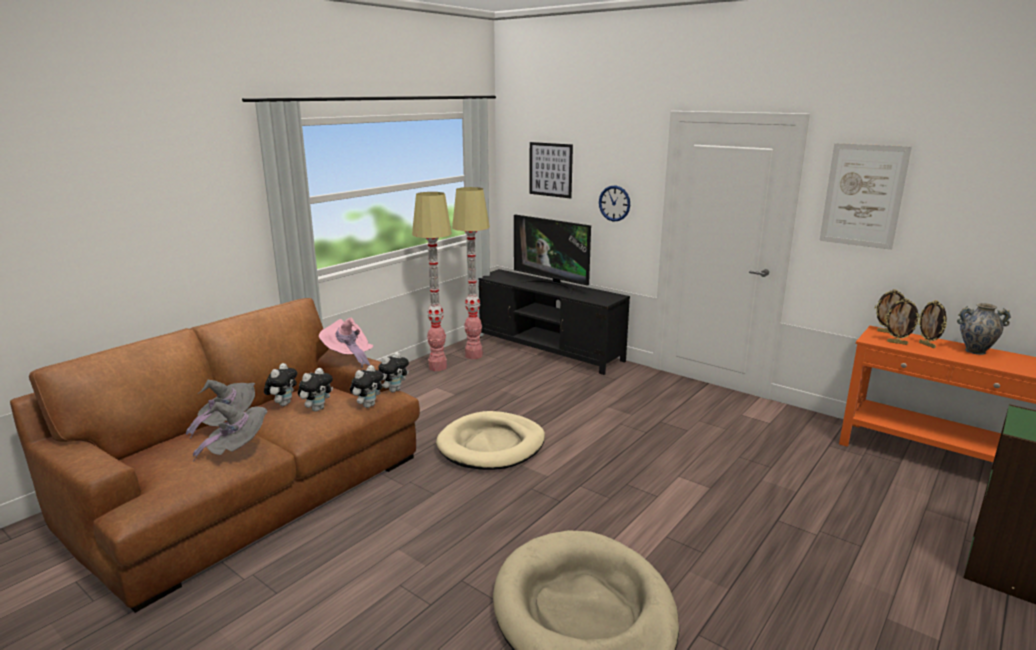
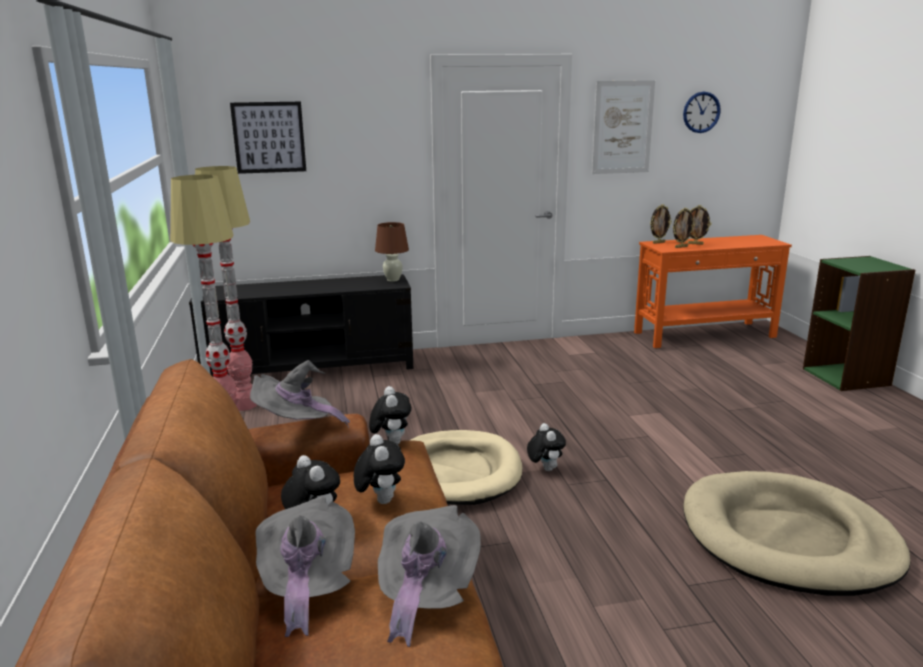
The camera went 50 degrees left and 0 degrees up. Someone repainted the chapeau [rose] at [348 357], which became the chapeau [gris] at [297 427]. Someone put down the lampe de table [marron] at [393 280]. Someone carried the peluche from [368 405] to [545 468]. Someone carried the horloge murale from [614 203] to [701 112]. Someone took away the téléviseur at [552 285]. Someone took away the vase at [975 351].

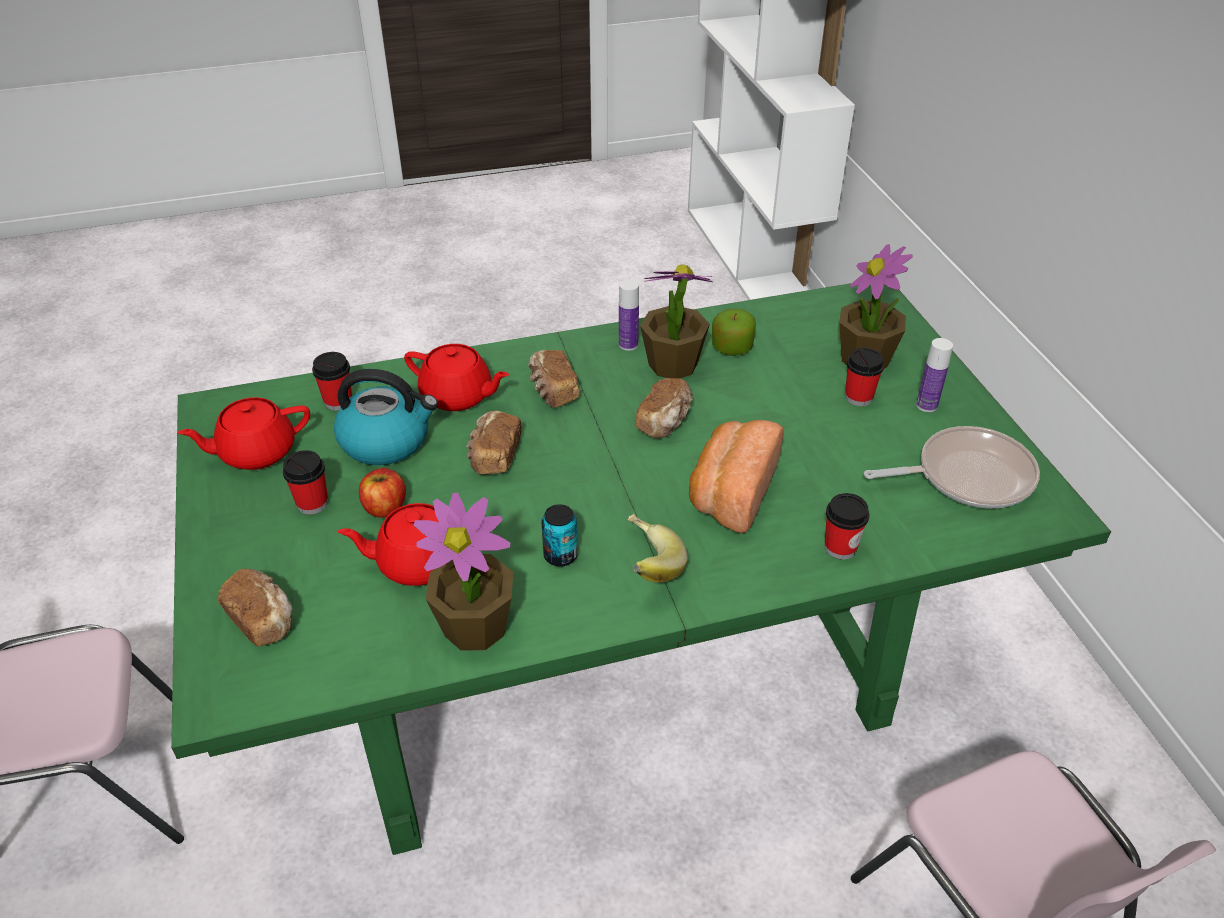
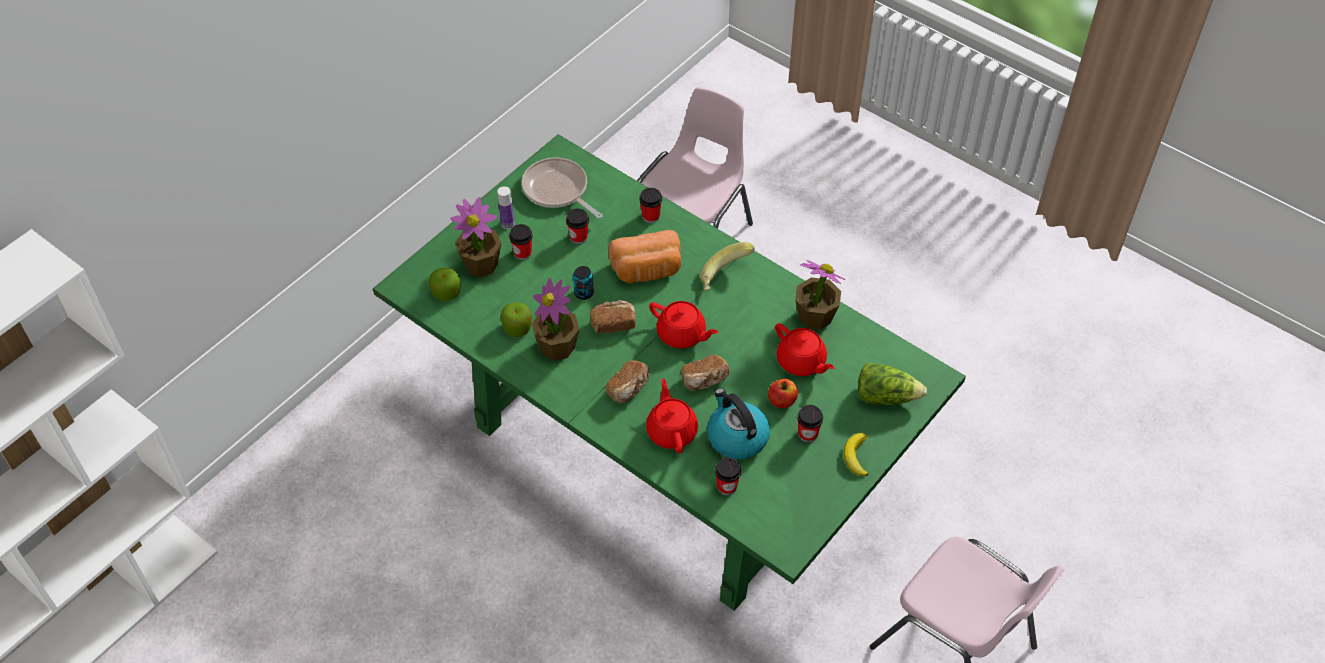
The camera went 125 degrees left and 10 degrees up. Someone put down the pomme at [446 292]. Someone put down the tasse at [578 237]. Someone carried the boîte métallique from [560 556] to [584 293]. Someone carried the théière [rouge] from [256 452] to [682 334]. Someone put down the banane at [856 456]. Someone swapped the pain at [263 619] for the laitue at [886 396]. Someone took away the bouteille at [628 344].

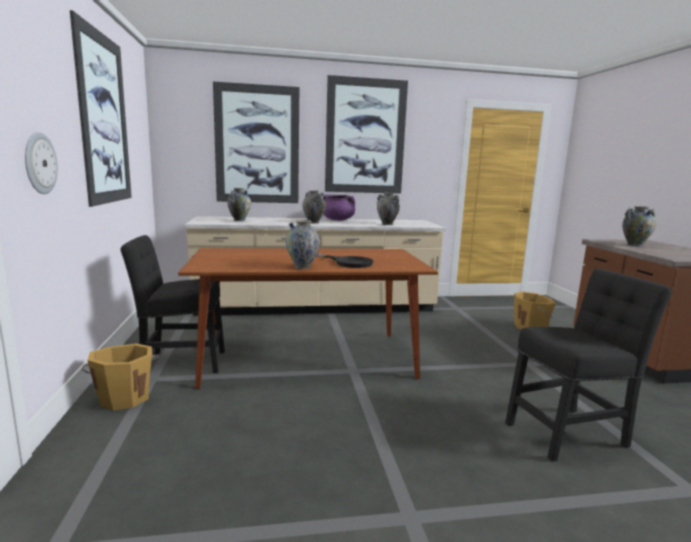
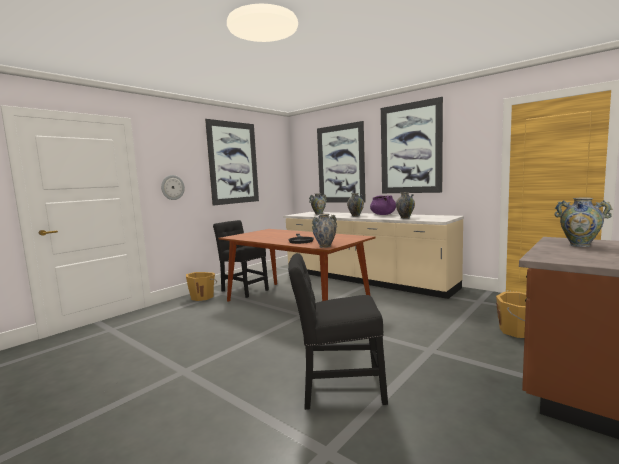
The camera went 50 degrees right and 5 degrees down. Someone rotated the chaise [noir] at [569 433] by 150 degrees clockwise. Someone carried the vase from [302 267] to [325 246].

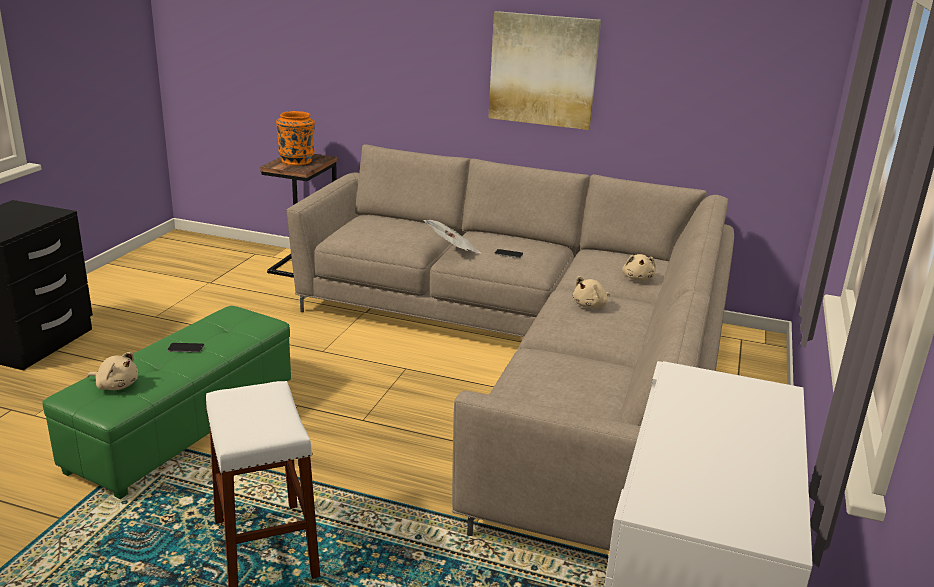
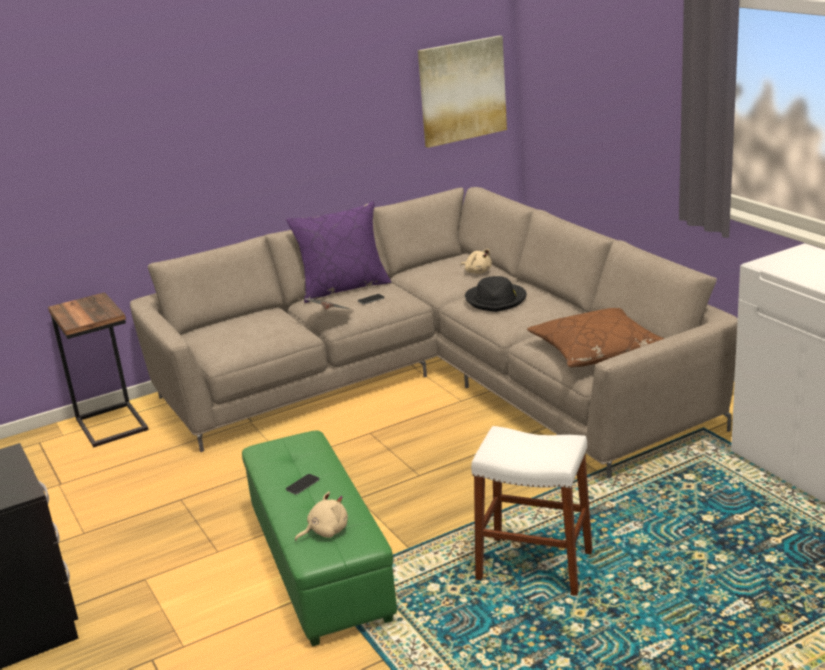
The camera went 45 degrees left and 0 degrees up. Someone put down the coussin [violet] at [344 288]. Someone carried the tableau from [543 70] to [462 91]. Someone swapped the peluche [beige] at [591 306] for the chapeau [noir] at [496 300]. Someone put down the coussin [marron] at [597 350]. Someone took away the vase [orange] at [296 161].

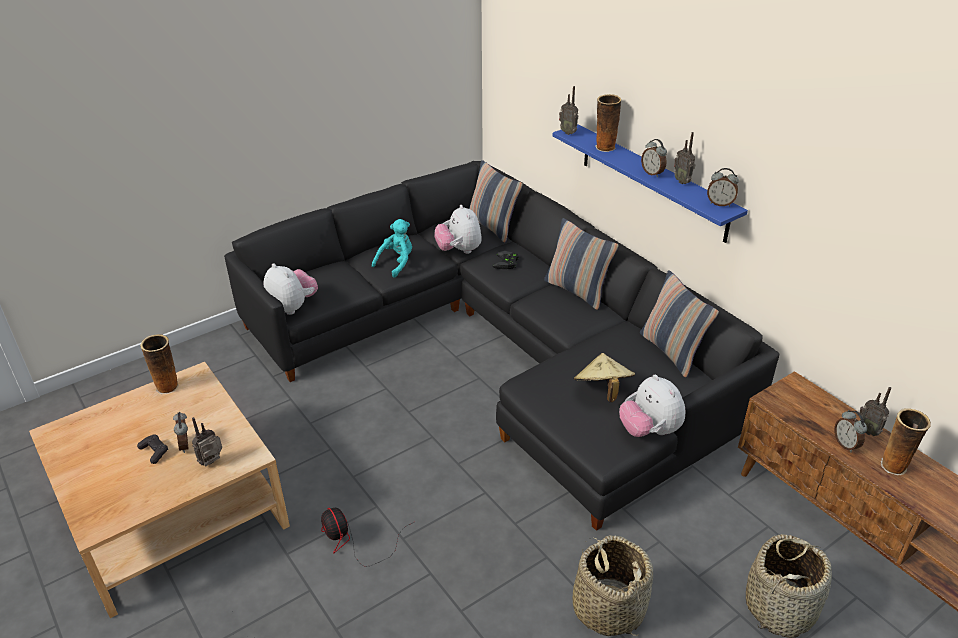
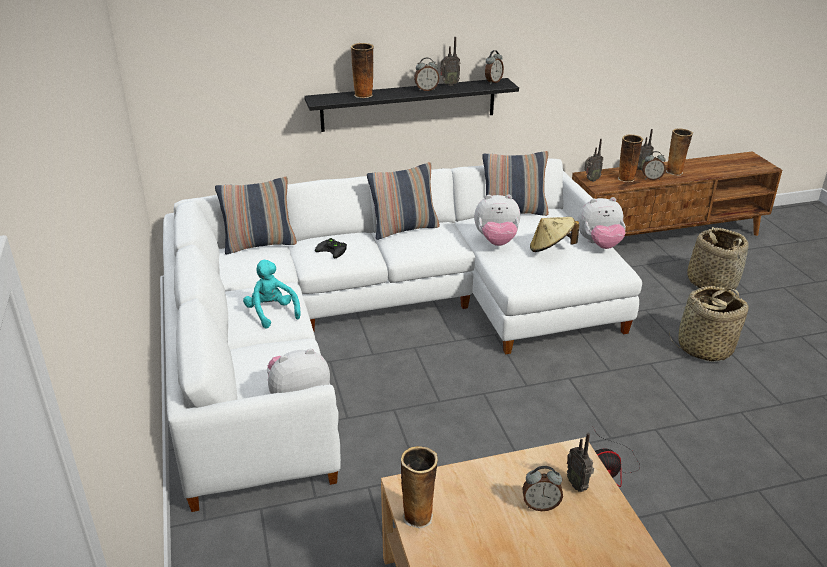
The camera went 70 degrees left and 5 degrees down. Someone repainted the canapé [noir] at [500 347], which became the canapé [blanc] at [377 325]. Someone repainted the étagère [bleu] at [652 182], which became the étagère [noir] at [409 104]. Someone carried the peluche from [459 250] to [496 241]. Someone carried the radio from [568 132] to [591 180]. Someone put down the vase at [626 179]. Someone took away the manette [noir] at [154 452].

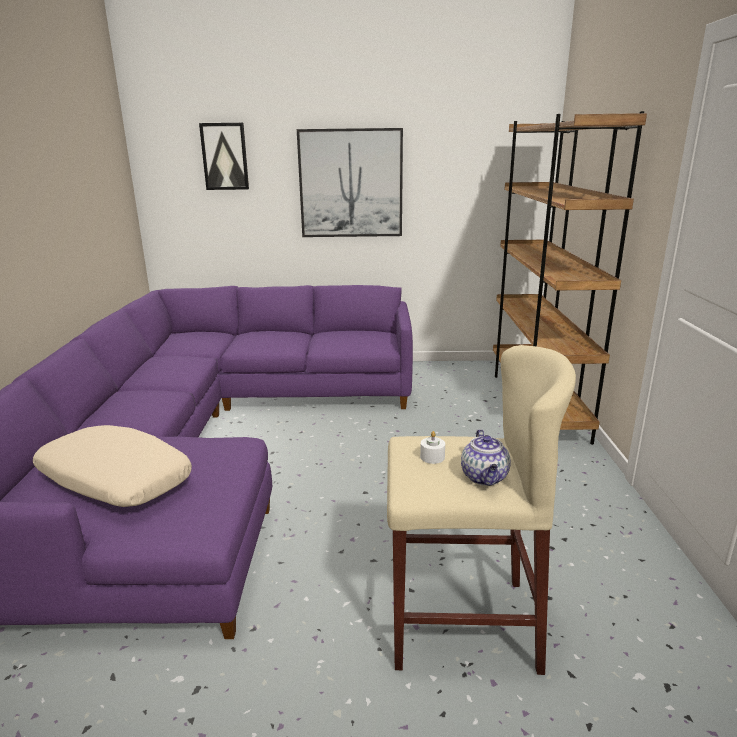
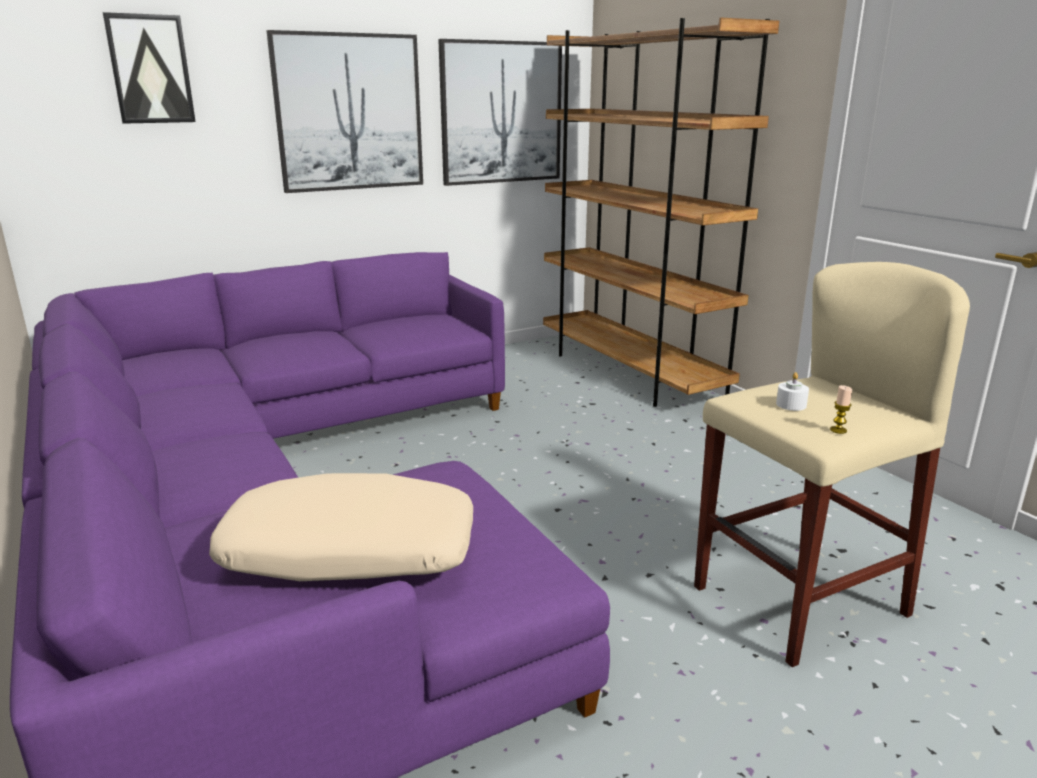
The camera went 30 degrees left and 0 degrees up. Someone put up the tableau at [501 113]. Someone put down the bougie at [838 430]. Someone took away the théière at [485 478].

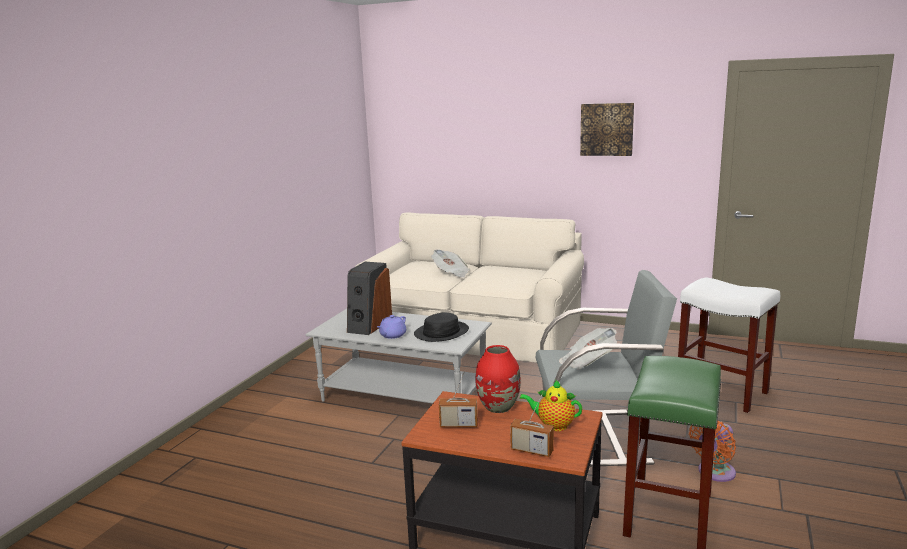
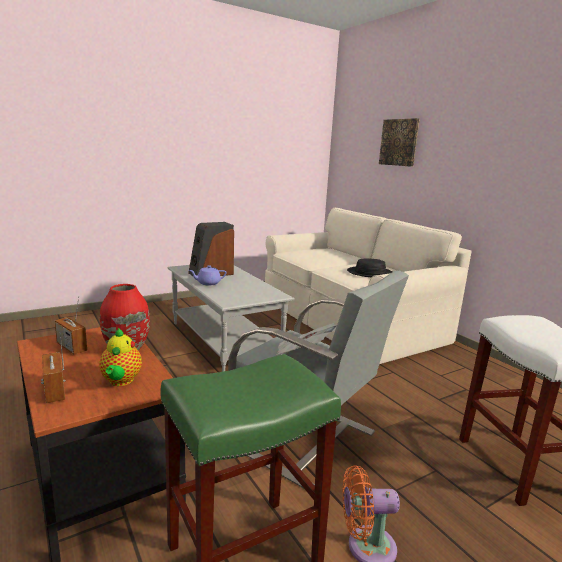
The camera went 35 degrees right and 0 degrees up. Someone rotated the théière at [553 425] by 150 degrees counterclockwise. Someone carried the chapeau [noir] from [441 332] to [370 273]. Someone carried the tableau from [607 129] to [399 142]. Someone took away the journal at [451 273].

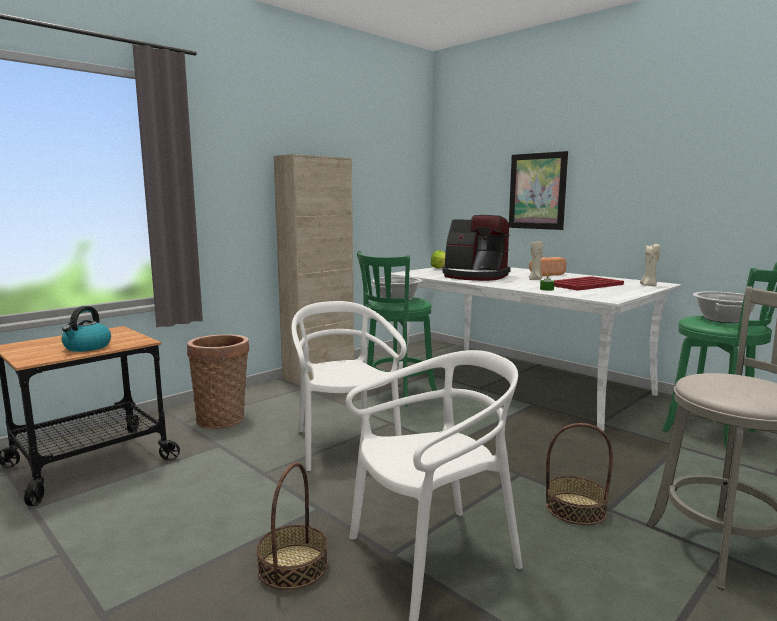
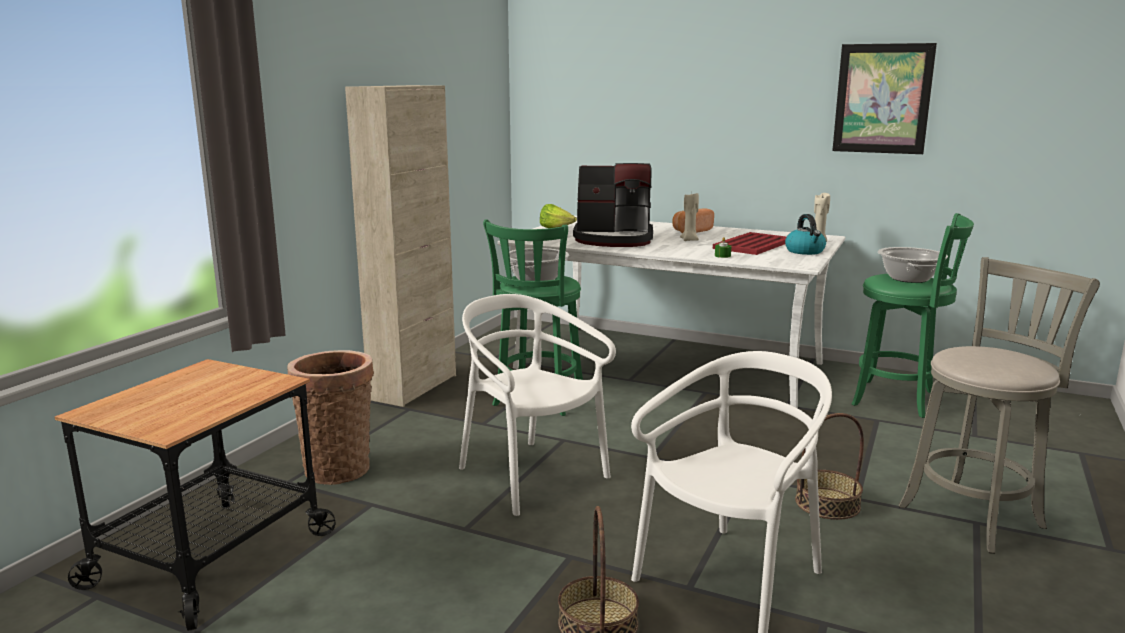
The camera went 20 degrees left and 5 degrees up. Someone carried the bouilloire from [87 347] to [805 251]. Someone carried the tableau from [537 191] to [882 99].

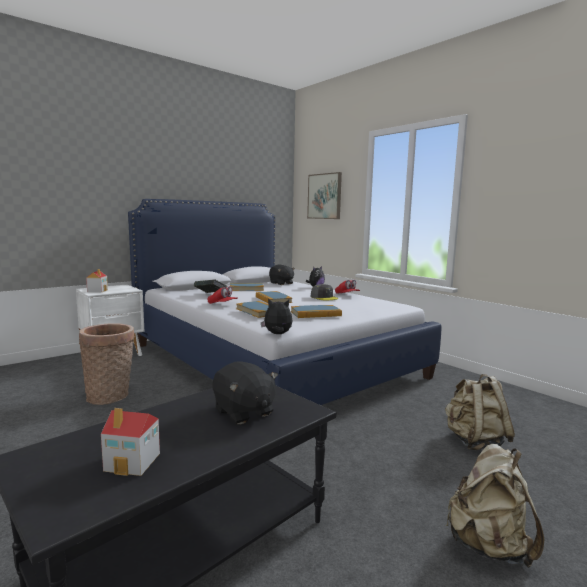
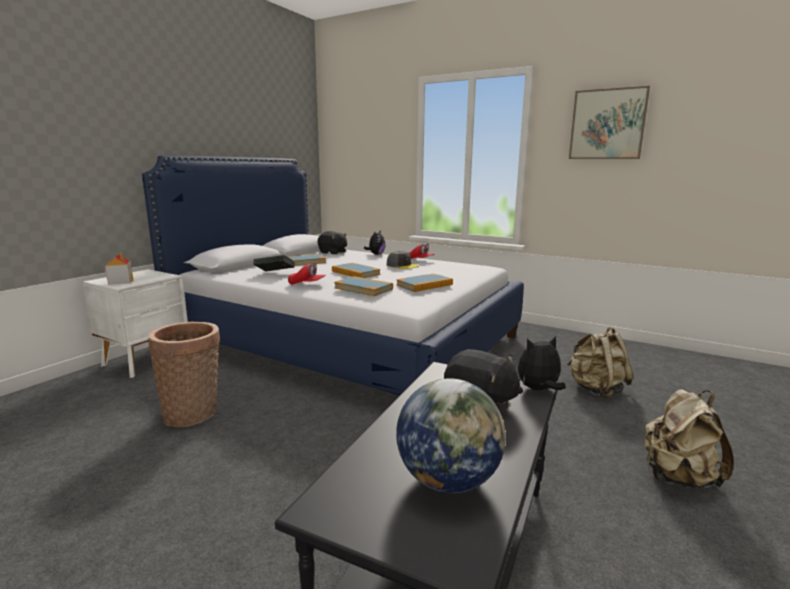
The camera went 20 degrees left and 5 degrees up. Someone swapped the maison miniature at [133 462] for the globe at [448 480]. Someone carried the peluche from [277 334] to [538 390]. Someone carried the tableau from [324 196] to [607 124].

